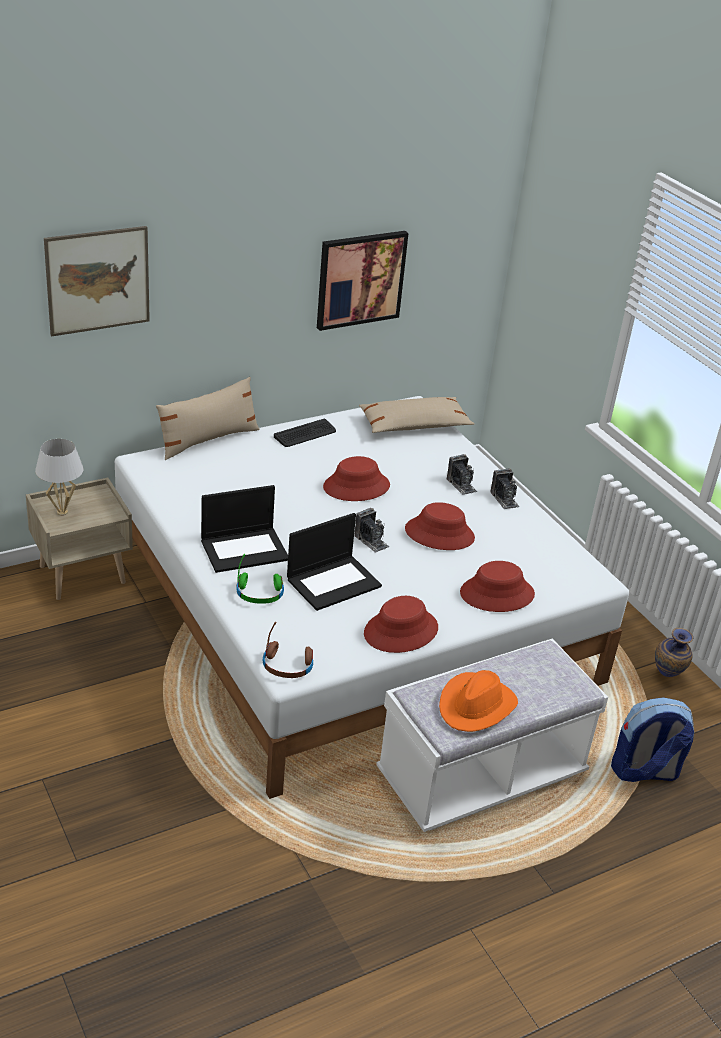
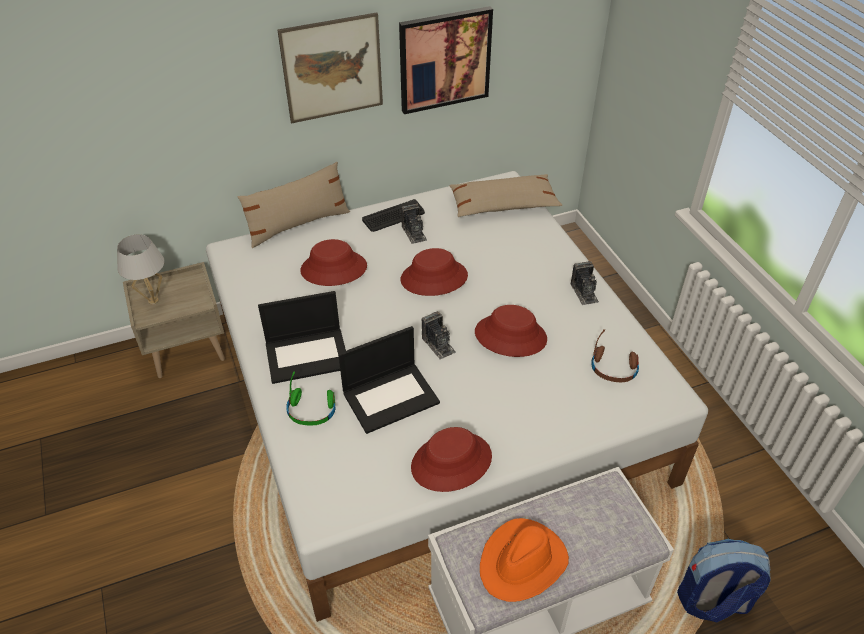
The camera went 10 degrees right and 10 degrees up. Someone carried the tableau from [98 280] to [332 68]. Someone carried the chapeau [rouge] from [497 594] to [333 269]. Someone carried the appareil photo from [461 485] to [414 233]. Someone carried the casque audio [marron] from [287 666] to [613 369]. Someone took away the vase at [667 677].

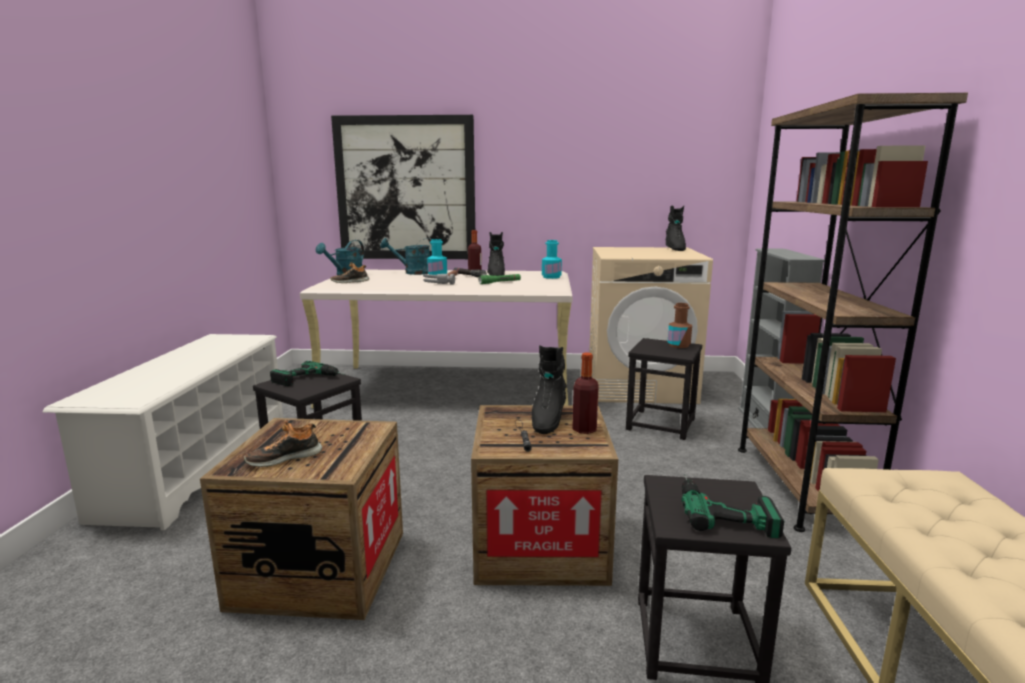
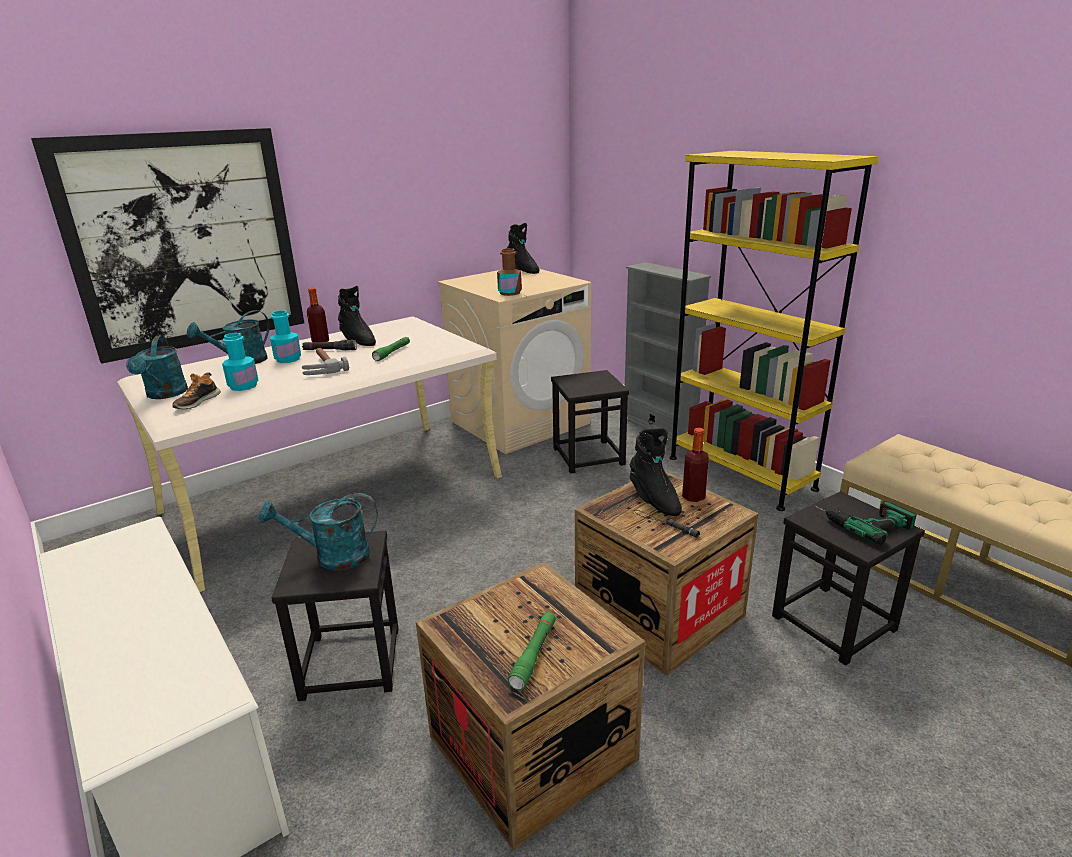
The camera went 40 degrees left and 10 degrees up. Someone carried the bouteille [turquoise] from [551 277] to [243 386]. Someone swapped the perceuse at [310 380] for the arrosoir [turquoise] at [332 557]. Someone carried the bouteille [marron] from [678 345] to [510 293]. Someone swapped the chaussure at [284 458] for the lampe de poche [vert] at [534 655]. Someone repainted the bibliothèque [marron] at [800 485], which became the bibliothèque [jaune] at [740 473].

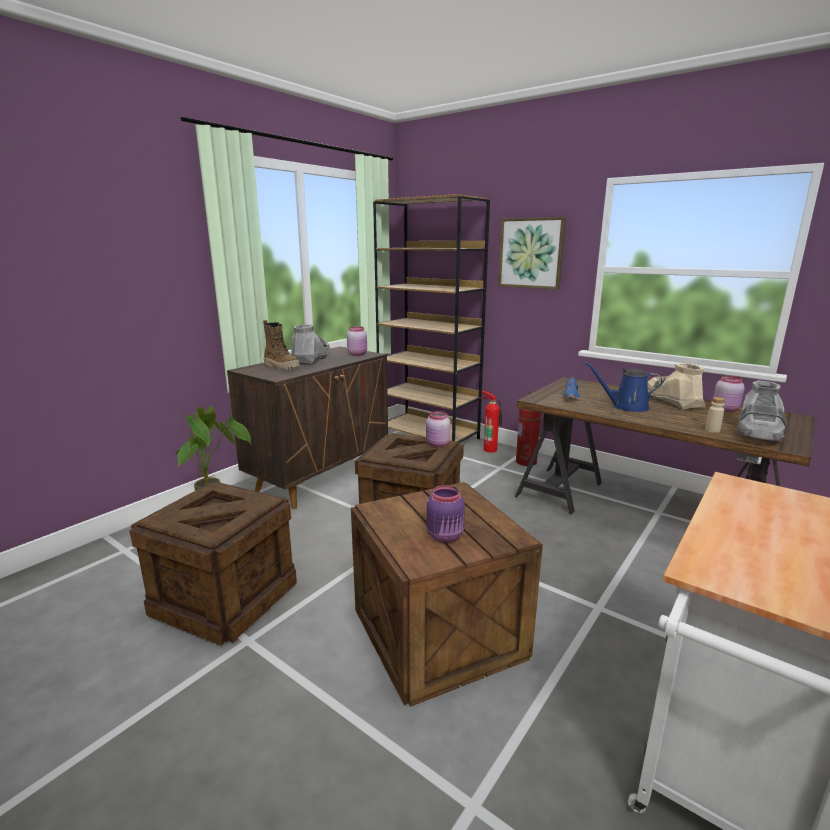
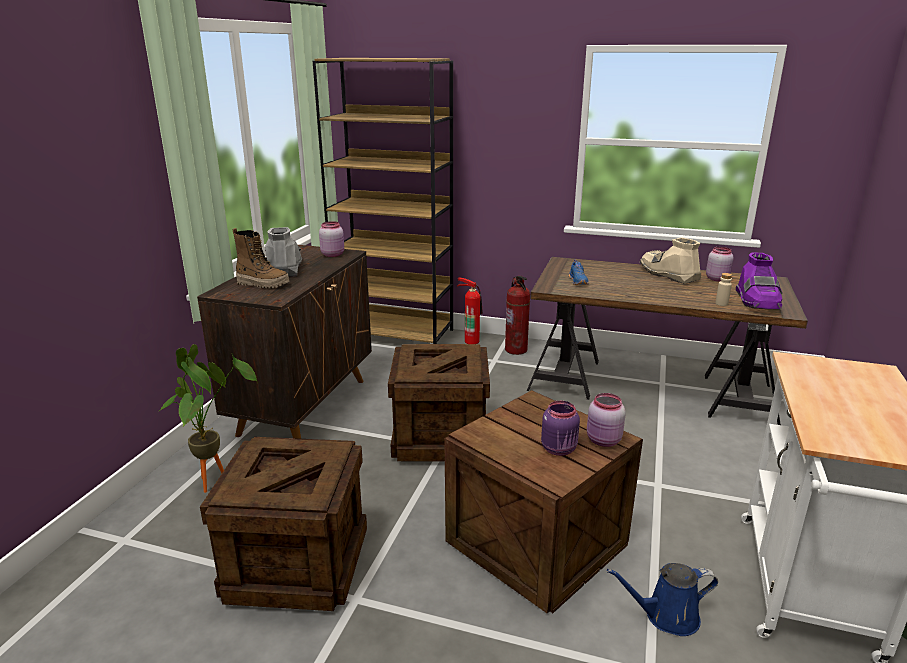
The camera went 20 degrees left and 5 degrees up. Someone carried the bocal [rose] from [437 444] to [603 441]. Someone carried the arrosoir [bleu] from [626 407] to [666 616]. Someone repainted the botte [gris] at [758 434], which became the botte [violet] at [757 302]. Someone took away the tableau at [531 253].

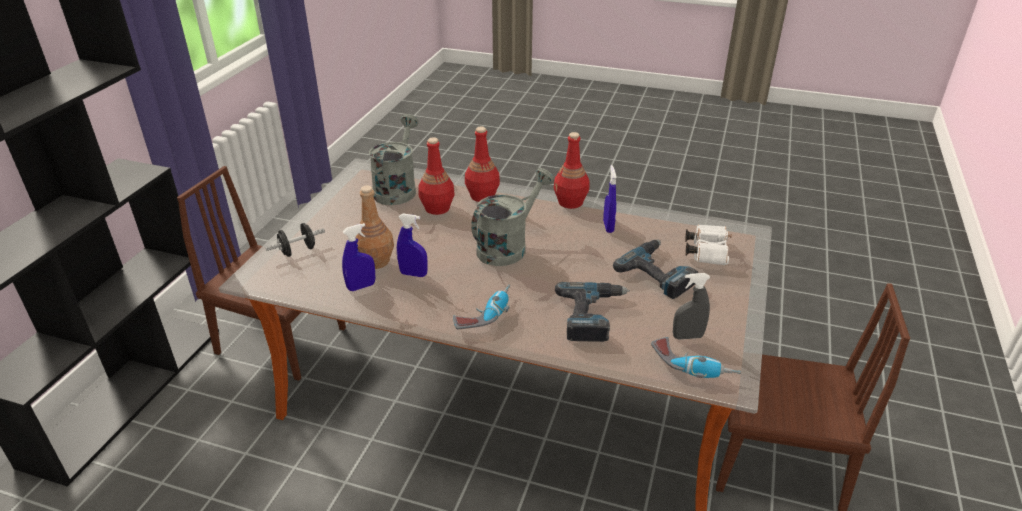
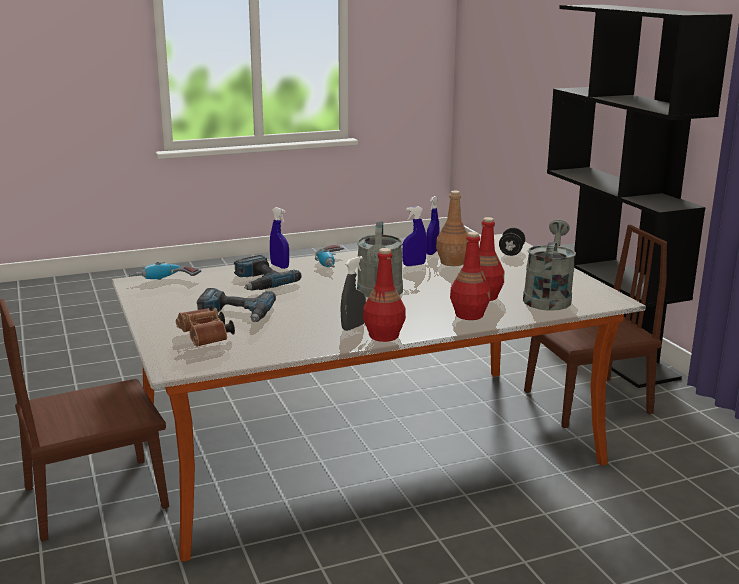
The camera went 140 degrees right and 15 degrees down. Someone repainted the jumelles [blanc] at [706 252], which became the jumelles [marron] at [206 339]. Someone carried the vaporisateur [bleu] from [608 227] to [280 266]. Someone carried the vaporisateur [gris] from [687 336] to [353 327]. Someone rotated the arrosoir [gris] at [397 188] by 135 degrees counterclockwise.

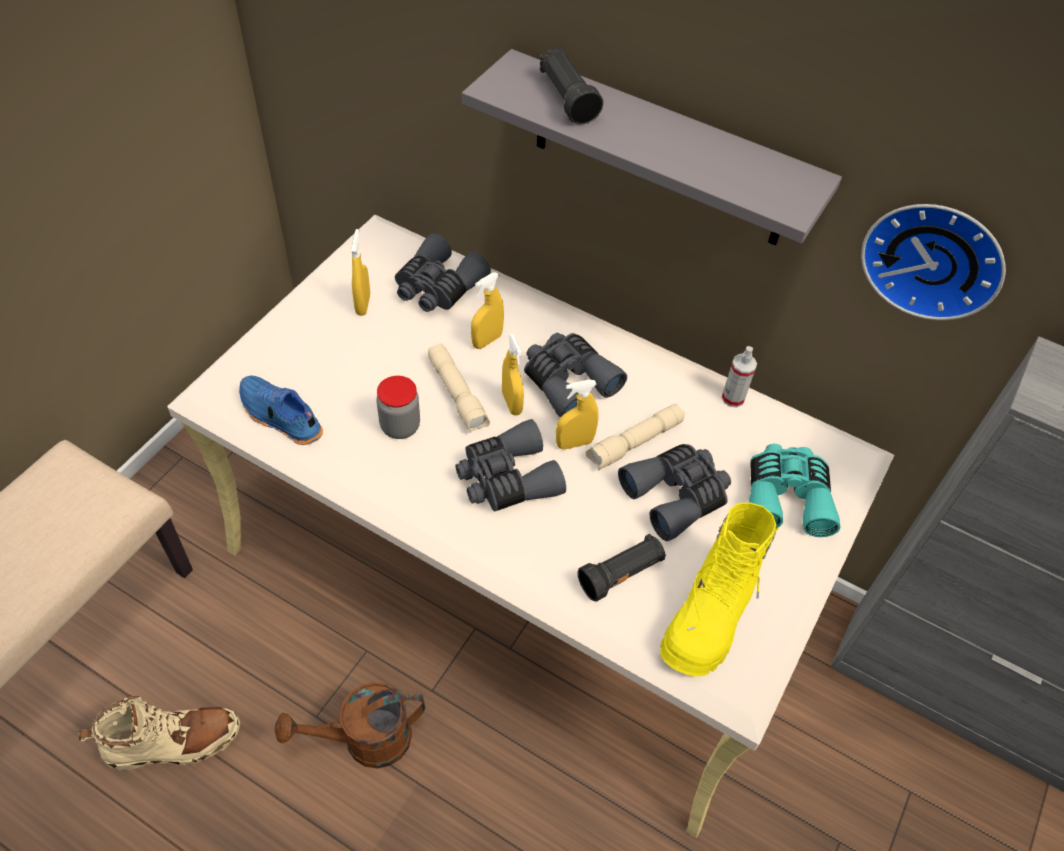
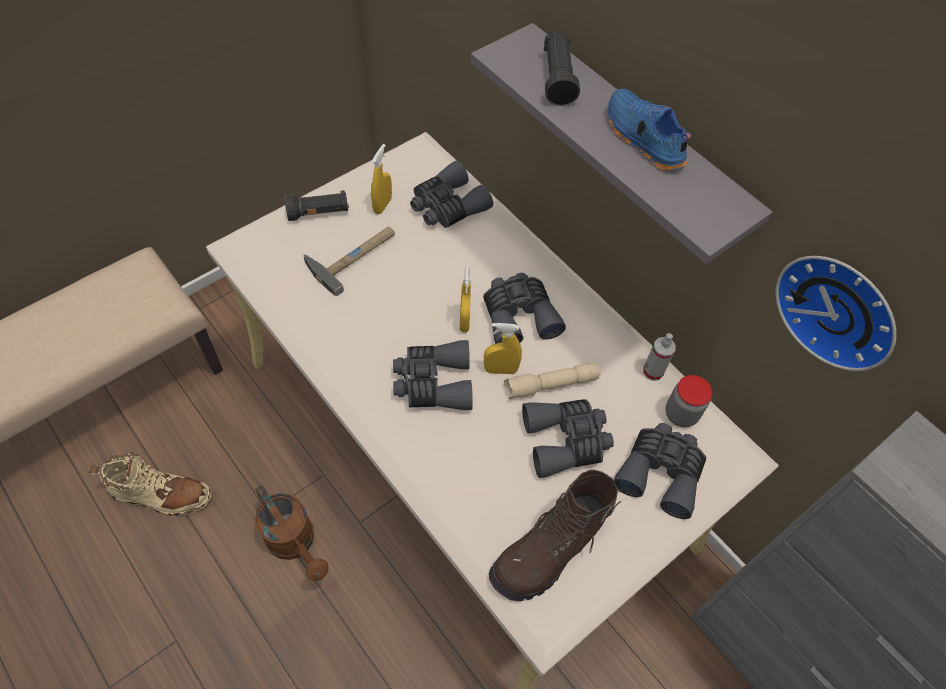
The camera went 20 degrees right and 5 degrees up. Someone rotated the arrosoir [marron] at [365 741] by 135 degrees counterclockwise. Someone carried the lampe de poche [noir] from [621 574] to [319 213]. Someone put down the marteau at [354 256]. Someone repainted the botte [jaune] at [711 614], which became the botte [marron] at [549 551]. Someone carried the chaussure [bleu] from [280 418] to [642 140]. Someone repainted the jumelles [turquoise] at [786 497], which became the jumelles [gris] at [660 472]. Someone carried the bocal from [400 426] to [681 414]. Someone took away the lampe de poche [beige] at [458 394]. Someone took away the vaporisateur [jaune] at [487 340].

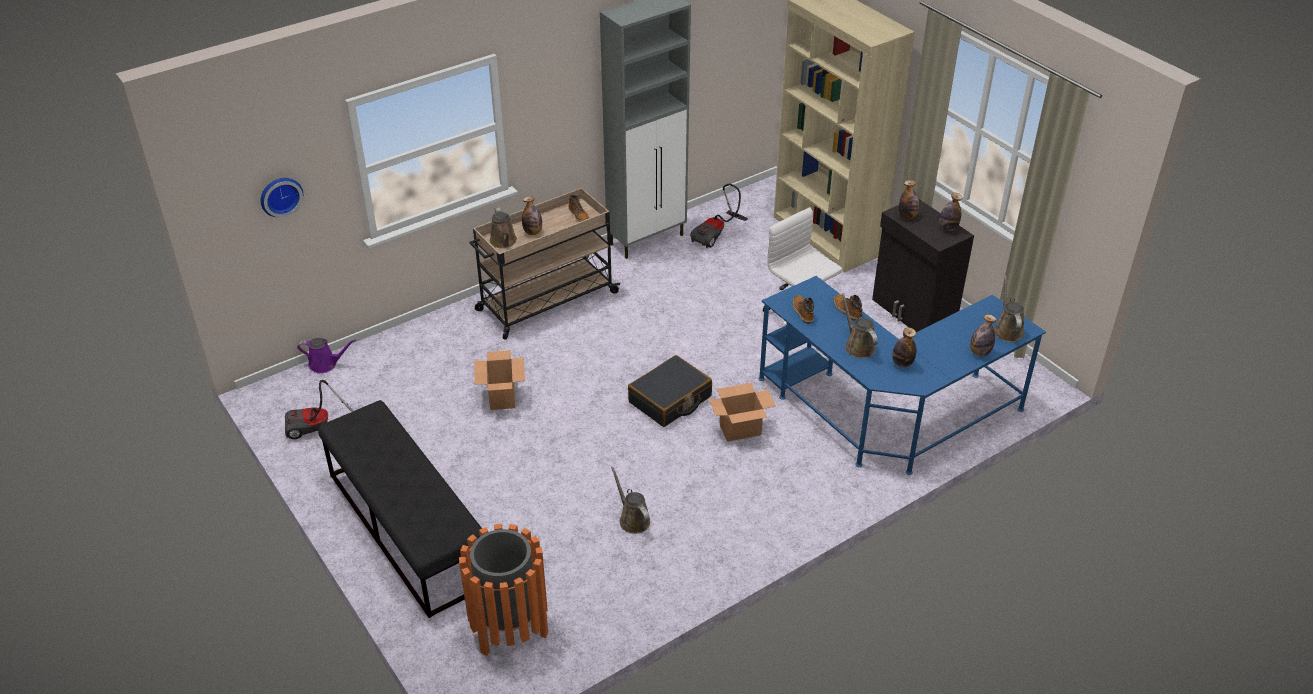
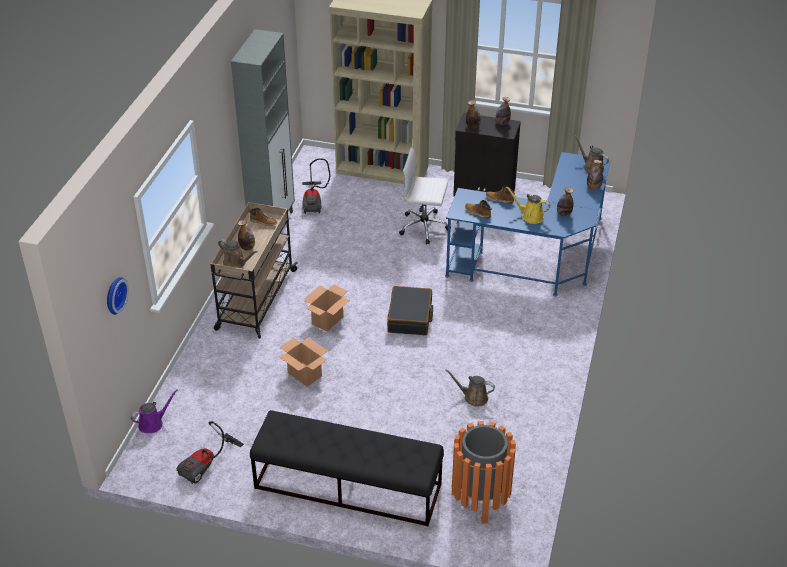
The camera went 40 degrees left and 0 degrees up. Someone carried the carton from [740 429] to [327 320]. Someone repainted the arrosoir [marron] at [858 346], which became the arrosoir [jaune] at [530 216].

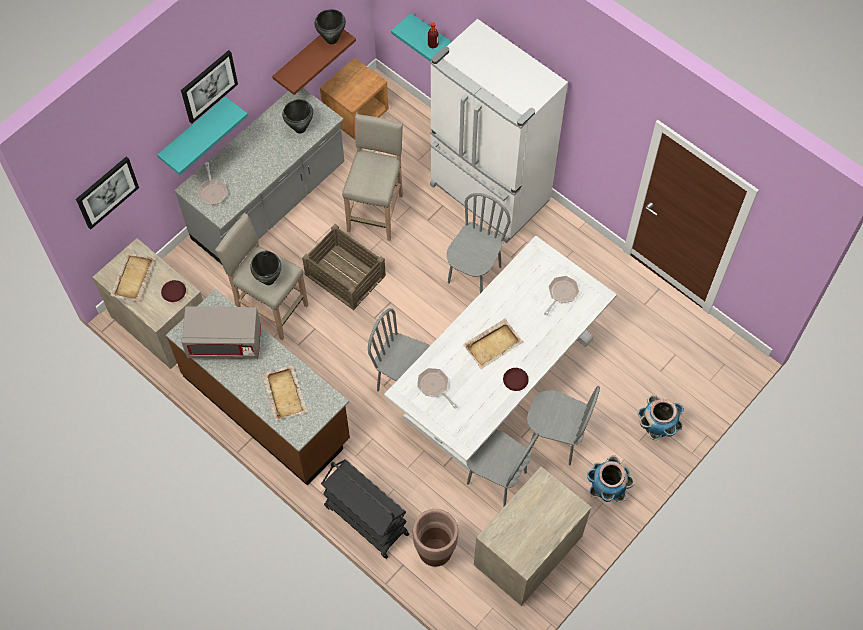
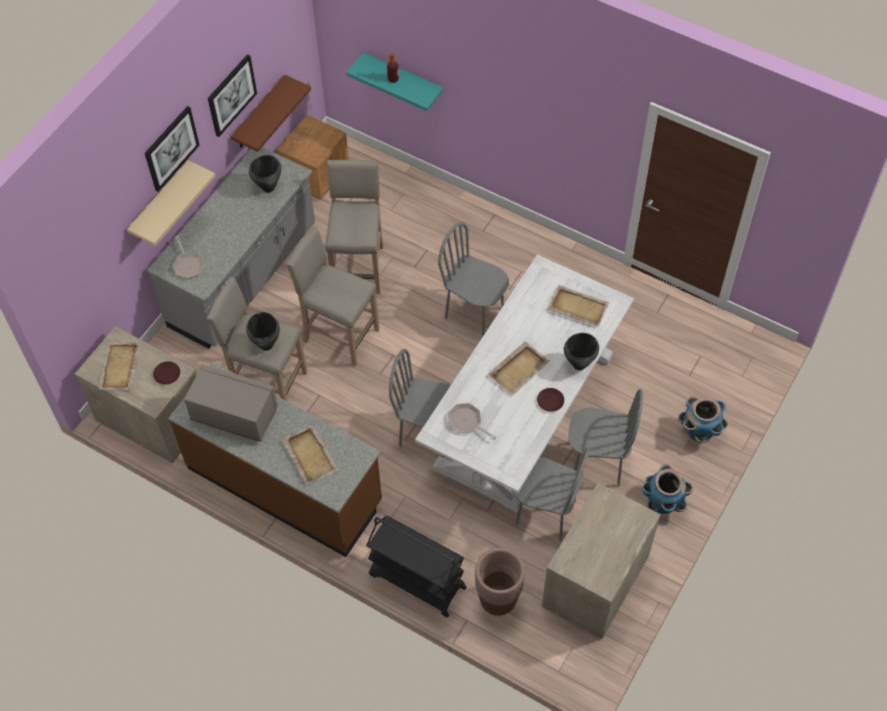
The camera went 10 degrees left and 5 degrees down. Someone repainted the étagère [turquoise] at [193 132], which became the étagère [beige] at [160 203]. Someone rotated the micro-ondes [gris] at [225 342] by 150 degrees counterclockwise. Someone carried the tableau from [107 192] to [231 95]. Someone swapped the caisse at [345 274] for the tabouret [beige] at [339 335]. Someone rotated the chaise [gris] at [474 274] by 75 degrees counterclockwise. Someone swapped the poêle at [561 293] for the plateau [beige] at [577 307]. Someone carried the marmite [noir] from [332 39] to [579 364]. Someone took away the réfrigérateur [blanc] at [488 194].

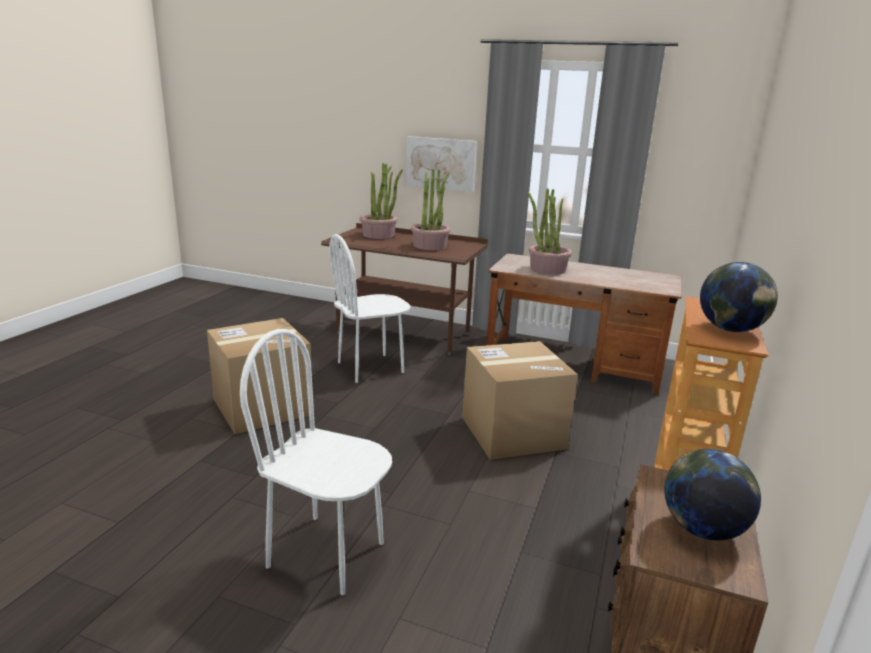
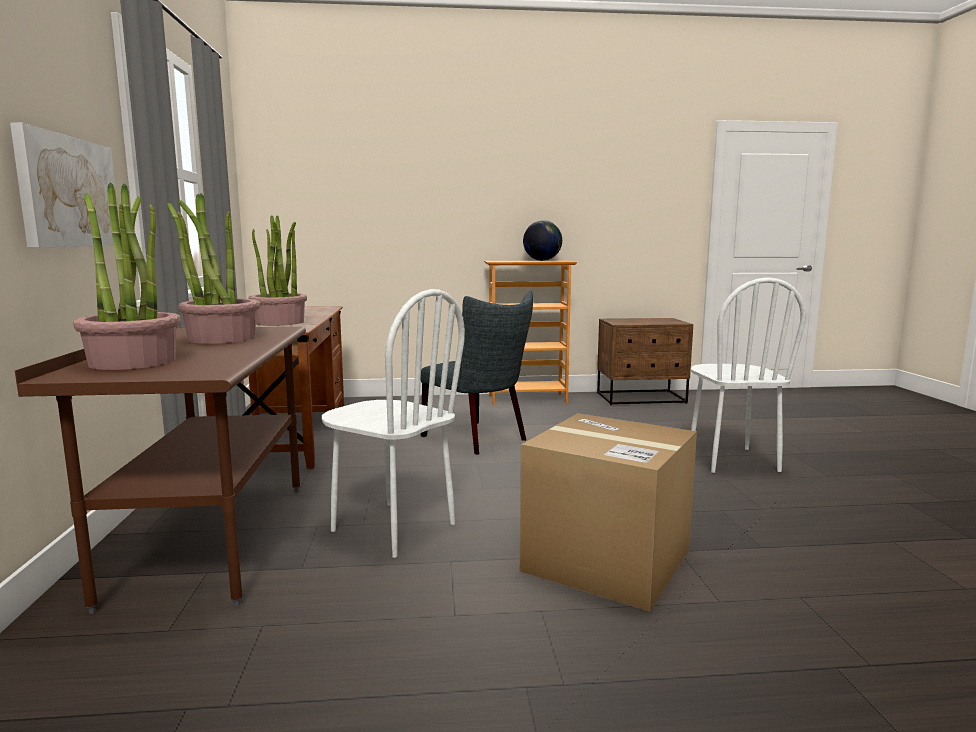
The camera went 115 degrees left and 10 degrees down. Someone swapped the carton at [512 432] for the chaise [gris] at [479 439]. Someone took away the globe at [702 530].

